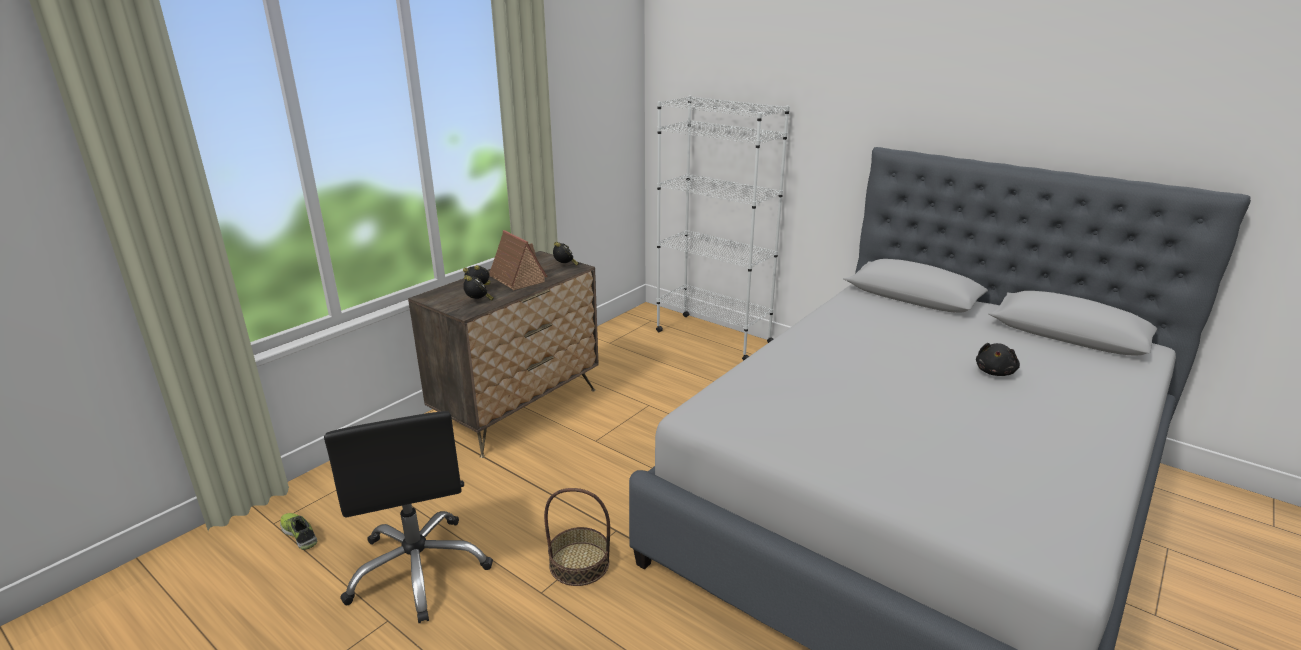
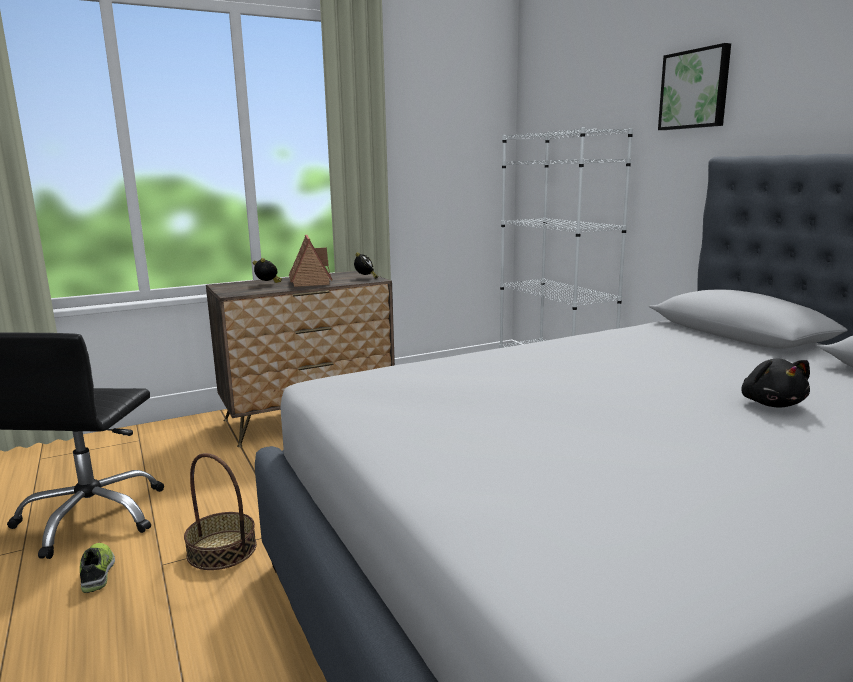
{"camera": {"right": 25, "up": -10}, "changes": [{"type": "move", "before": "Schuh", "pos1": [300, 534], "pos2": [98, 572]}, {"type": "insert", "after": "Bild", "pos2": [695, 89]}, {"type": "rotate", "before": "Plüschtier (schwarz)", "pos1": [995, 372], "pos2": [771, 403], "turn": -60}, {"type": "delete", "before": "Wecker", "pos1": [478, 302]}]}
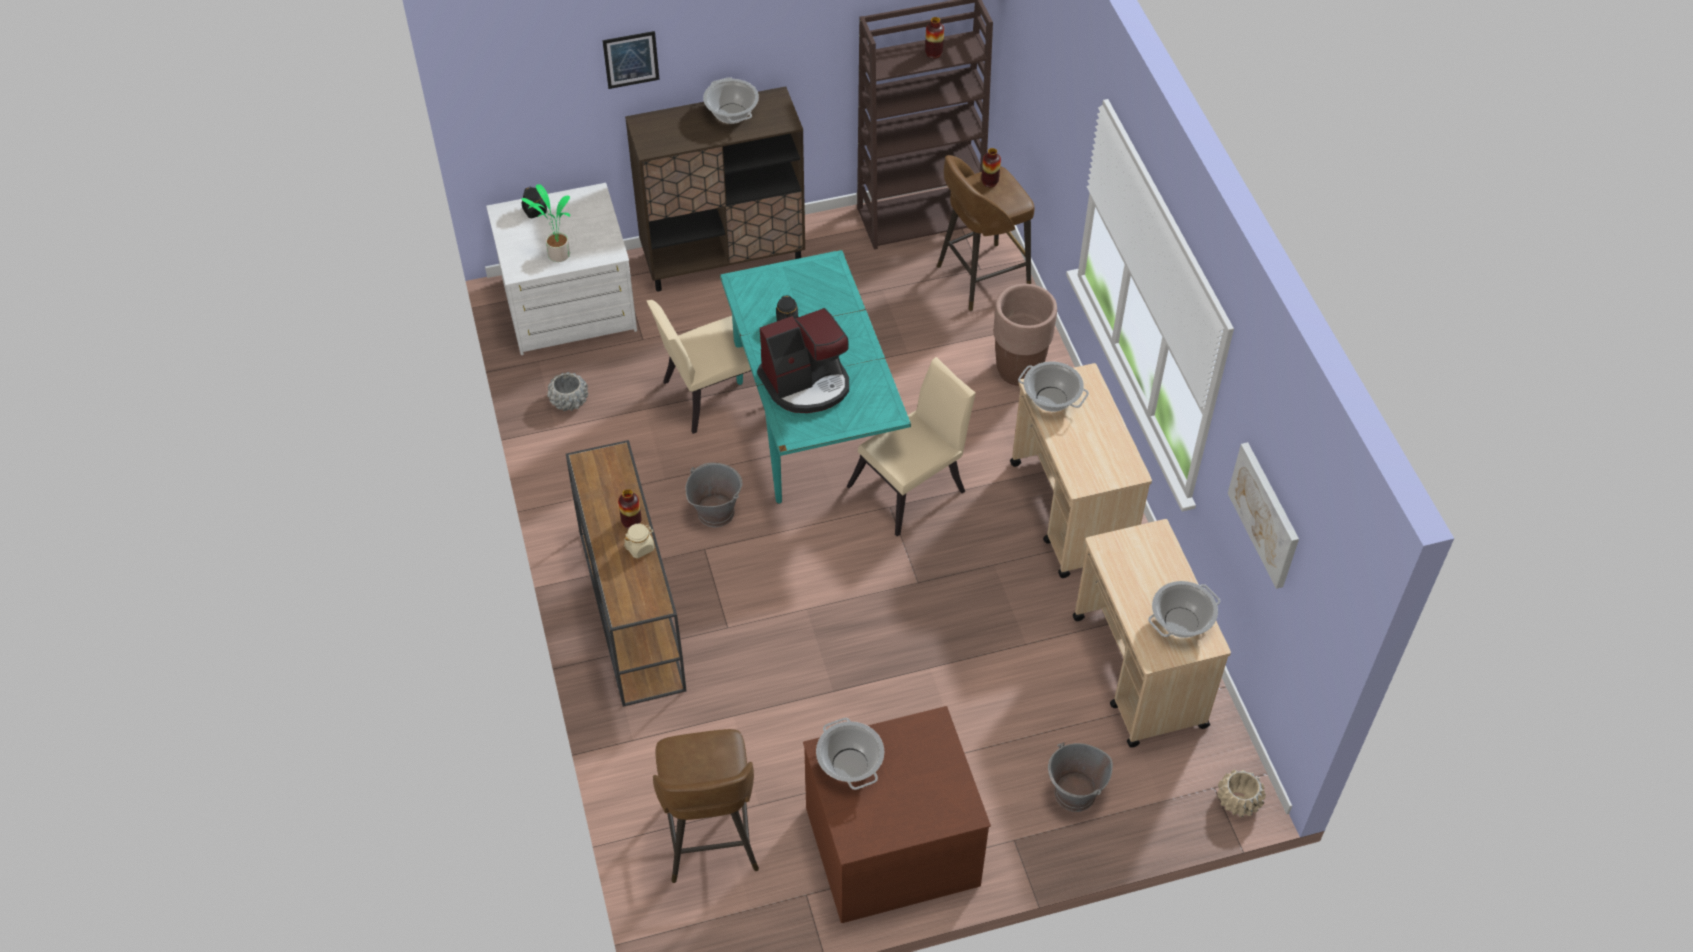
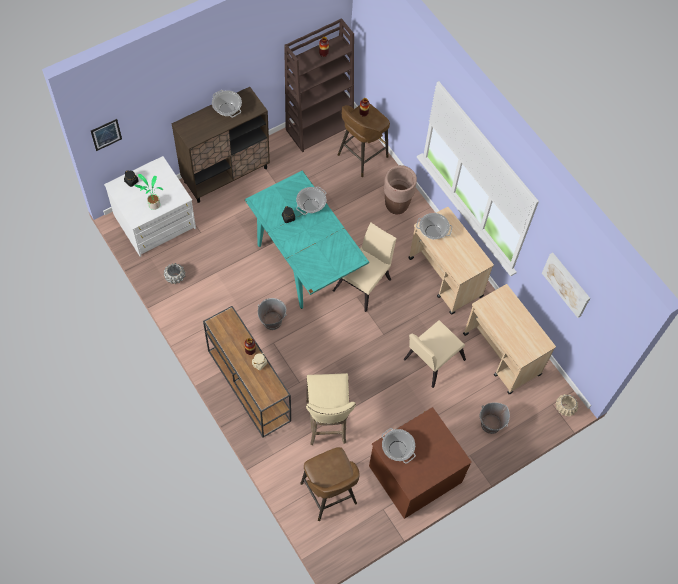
{"camera": {"right": -20, "up": 10}, "changes": [{"type": "move", "before": "Bild", "pos1": [631, 59], "pos2": [106, 134]}, {"type": "move", "before": "Kochtopf", "pos1": [1181, 622], "pos2": [311, 206]}, {"type": "insert", "after": "Hocker (beige)", "pos2": [327, 424]}, {"type": "move", "before": "Stuhl (beige)", "pos1": [709, 395], "pos2": [431, 361]}, {"type": "delete", "before": "Kaffeemaschine", "pos1": [807, 383]}]}
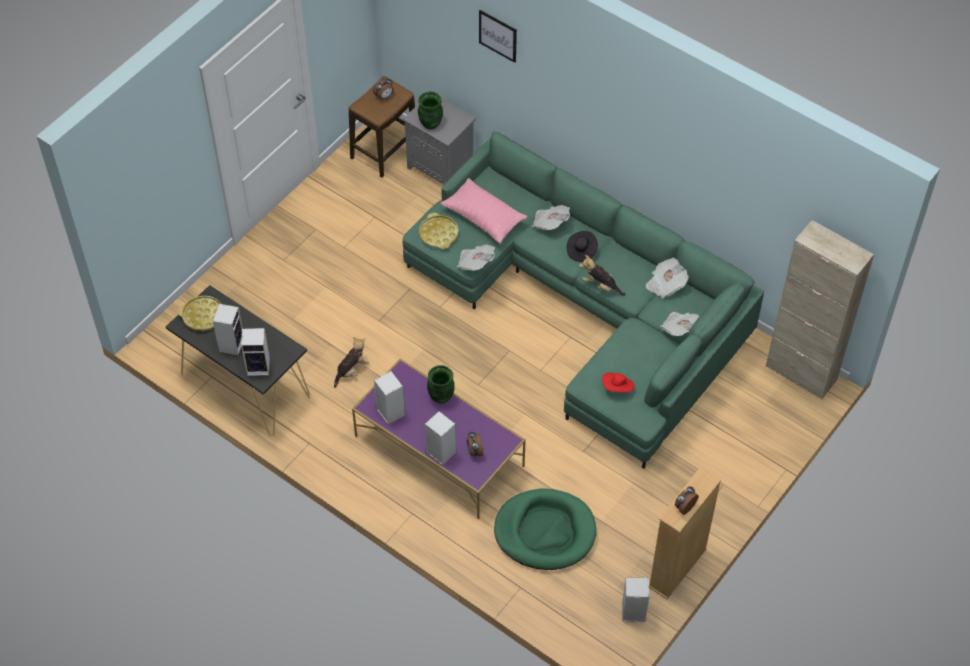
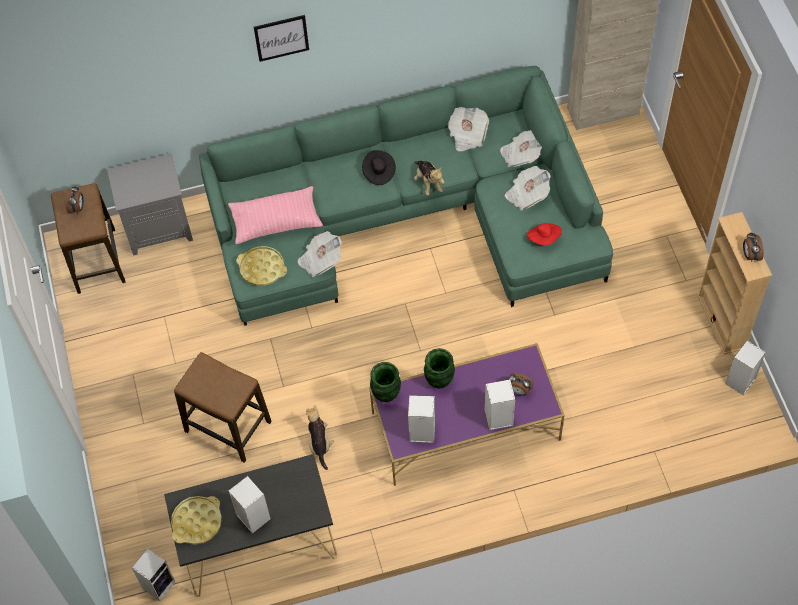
{"camera": {"right": -50, "up": 5}, "changes": [{"type": "move", "before": "Lautsprecher", "pos1": [259, 366], "pos2": [159, 584]}, {"type": "insert", "after": "Hocker", "pos2": [227, 427]}, {"type": "move", "before": "Bild", "pos1": [498, 35], "pos2": [281, 37]}, {"type": "move", "before": "Vase (grün)", "pos1": [430, 124], "pos2": [385, 394]}, {"type": "rotate", "before": "Plüschtier", "pos1": [600, 286], "pos2": [428, 182], "turn": -90}, {"type": "move", "before": "Zeitung", "pos1": [550, 223], "pos2": [527, 194]}, {"type": "delete", "before": "Hundebett (grün)", "pos1": [545, 531]}]}
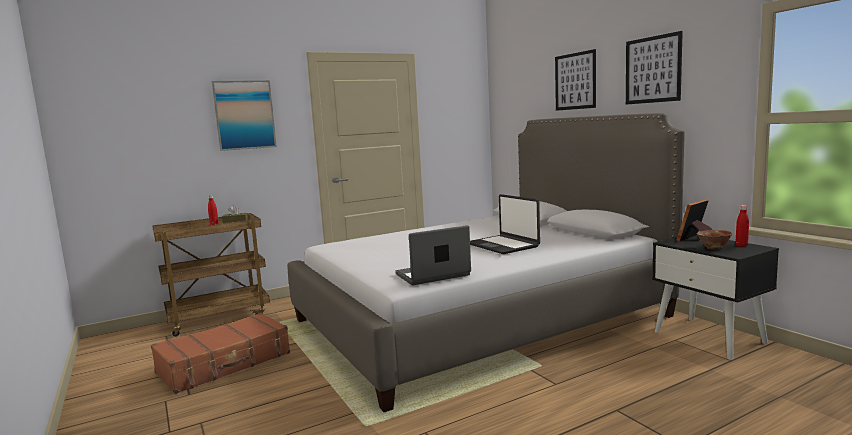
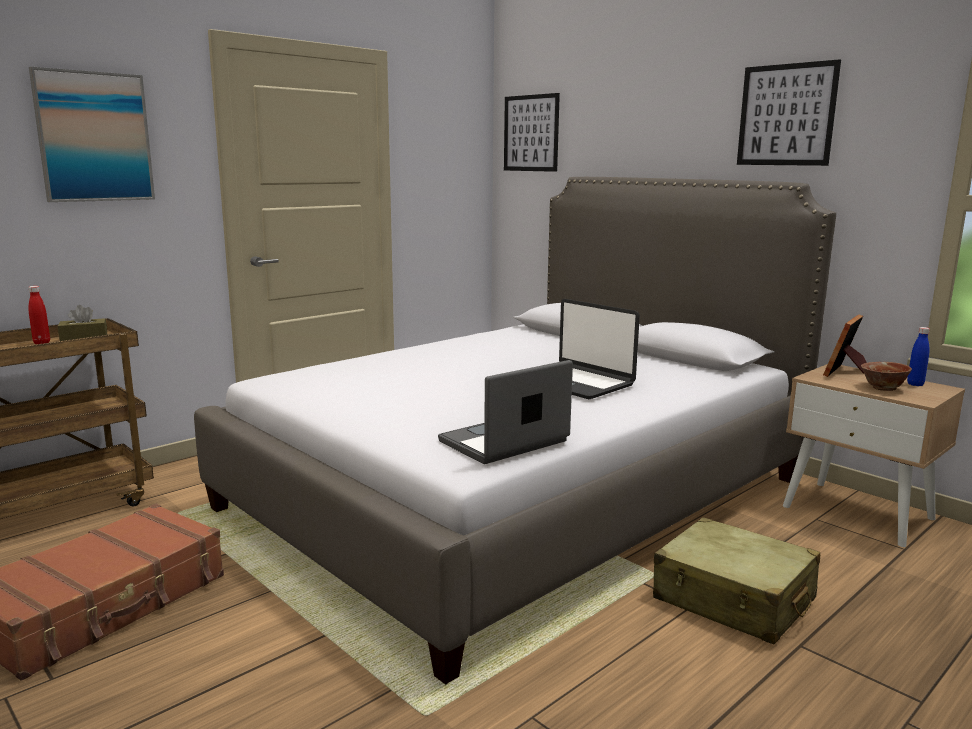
{"camera": {"right": -15, "up": 5}, "changes": [{"type": "move", "before": "Bild", "pos1": [575, 81], "pos2": [531, 133]}, {"type": "insert", "after": "Koffer (beige)", "pos2": [733, 599]}, {"type": "recolor", "before": "Nachttisch (schwarz)", "after": "Nachttisch (beige)", "pos1": [709, 337], "pos2": [858, 512]}, {"type": "recolor", "before": "Flasche (rot)", "after": "Flasche (blau)", "pos1": [741, 245], "pos2": [915, 384]}]}
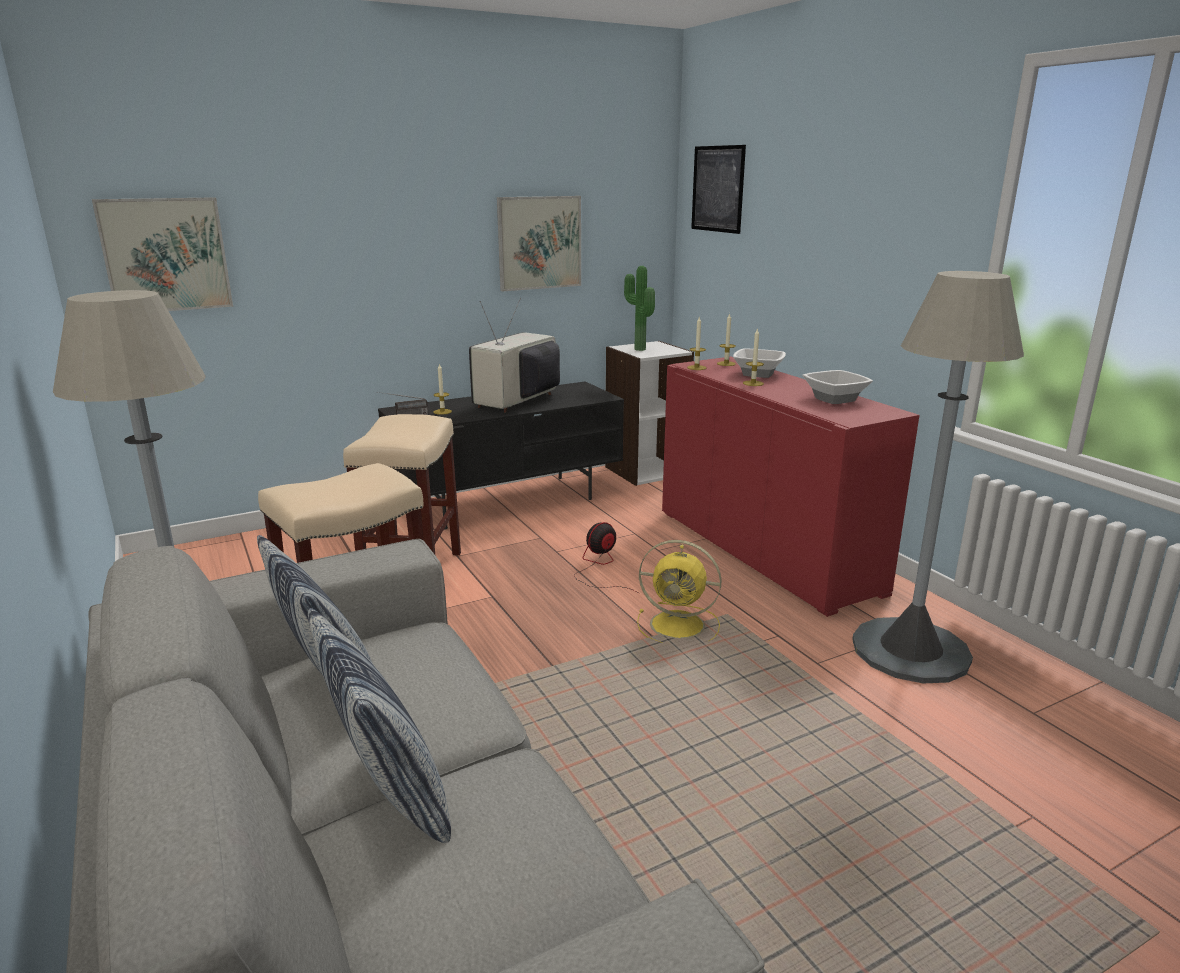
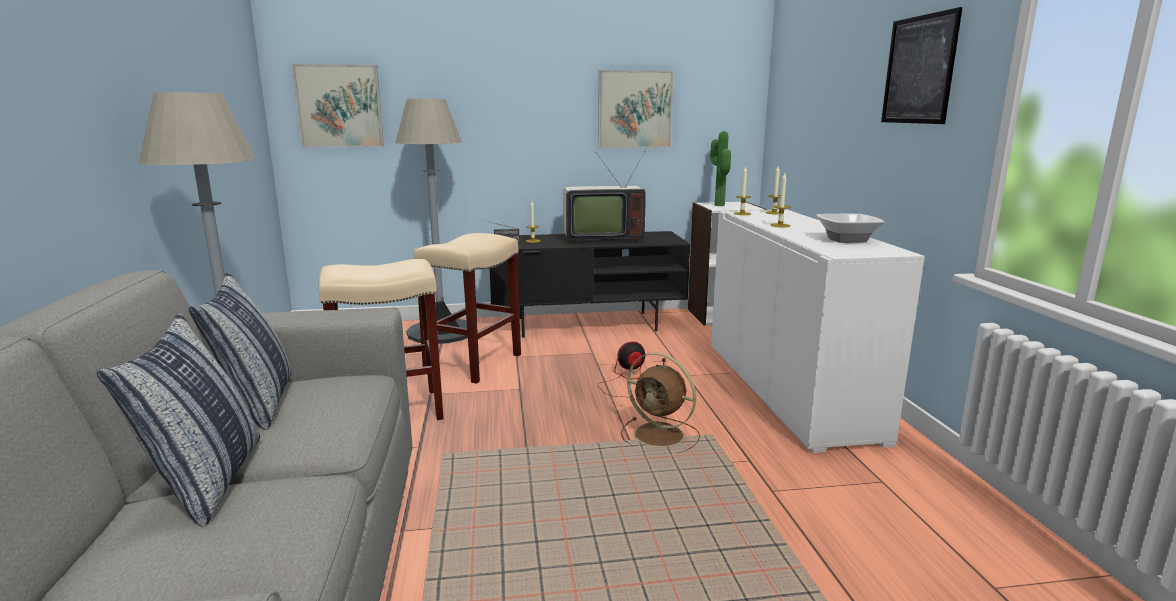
{"camera": {"right": 20, "up": -5}, "changes": [{"type": "move", "before": "Stehlampe (grau)", "pos1": [910, 650], "pos2": [441, 332]}, {"type": "rotate", "before": "Fernseher", "pos1": [520, 401], "pos2": [601, 239], "turn": -150}, {"type": "recolor", "before": "Ventilator (gelb)", "after": "Ventilator (braun)", "pos1": [680, 625], "pos2": [661, 436]}, {"type": "recolor", "before": "Schrank (rot)", "after": "Schrank (weiß)", "pos1": [764, 550], "pos2": [788, 389]}, {"type": "move", "before": "Bild", "pos1": [717, 189], "pos2": [919, 70]}, {"type": "delete", "before": "Schüssel", "pos1": [758, 374]}]}
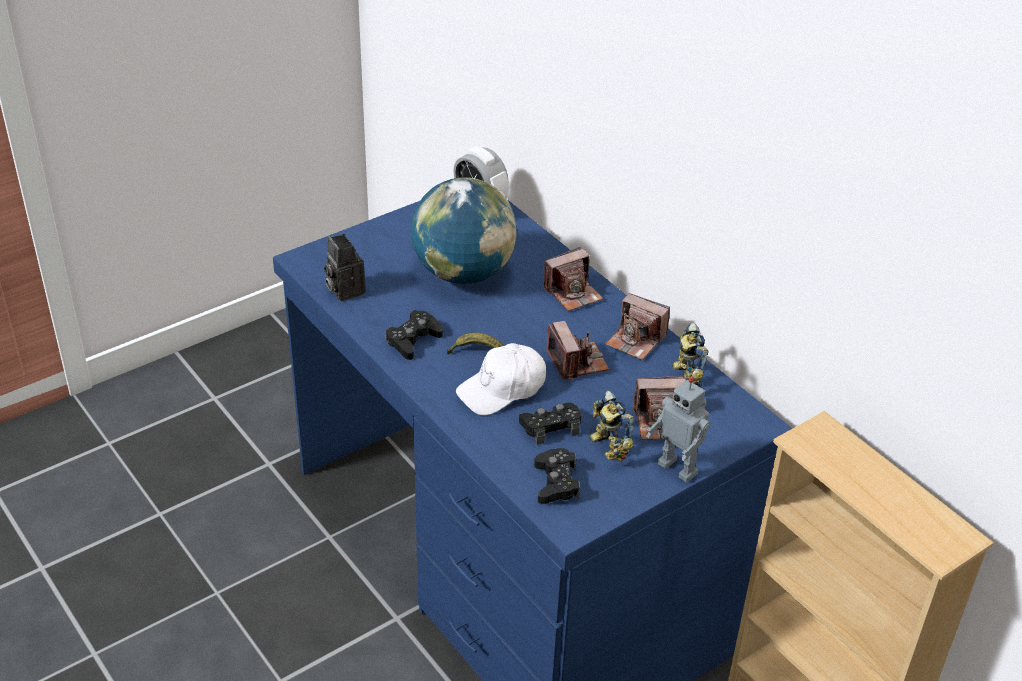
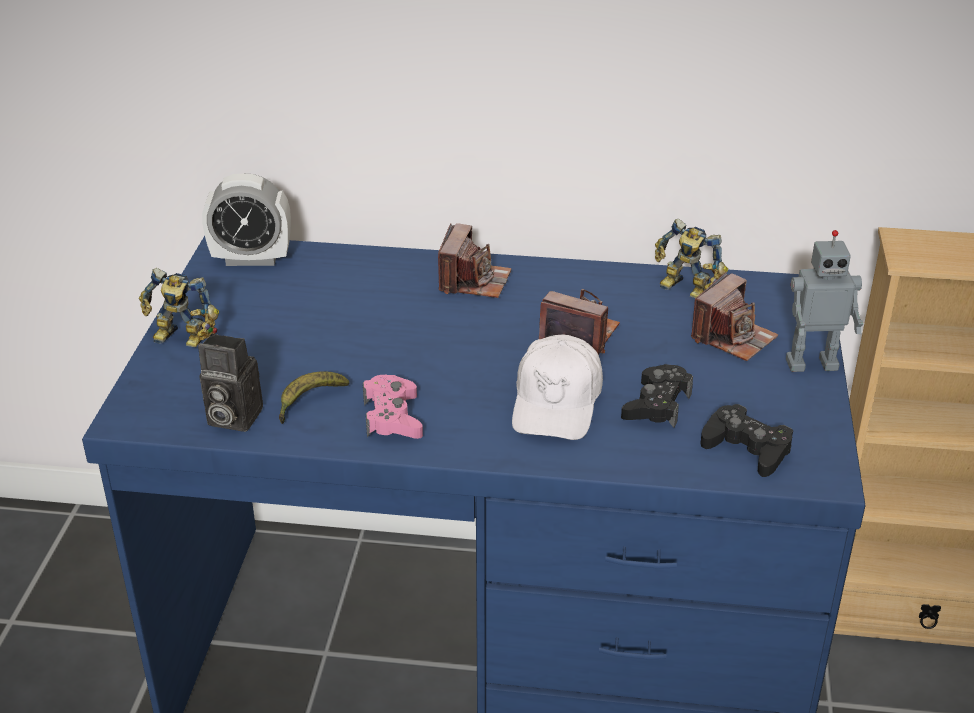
{"camera": {"right": -45, "up": -5}, "changes": [{"type": "move", "before": "Spielzeugroboter", "pos1": [606, 448], "pos2": [181, 340]}, {"type": "move", "before": "Banane", "pos1": [476, 351], "pos2": [309, 402]}, {"type": "recolor", "before": "Gamepad (schwarz)", "after": "Gamepad (rosa)", "pos1": [413, 340], "pos2": [392, 417]}, {"type": "delete", "before": "Globus", "pos1": [463, 273]}, {"type": "delete", "before": "Kamera", "pos1": [636, 340]}]}
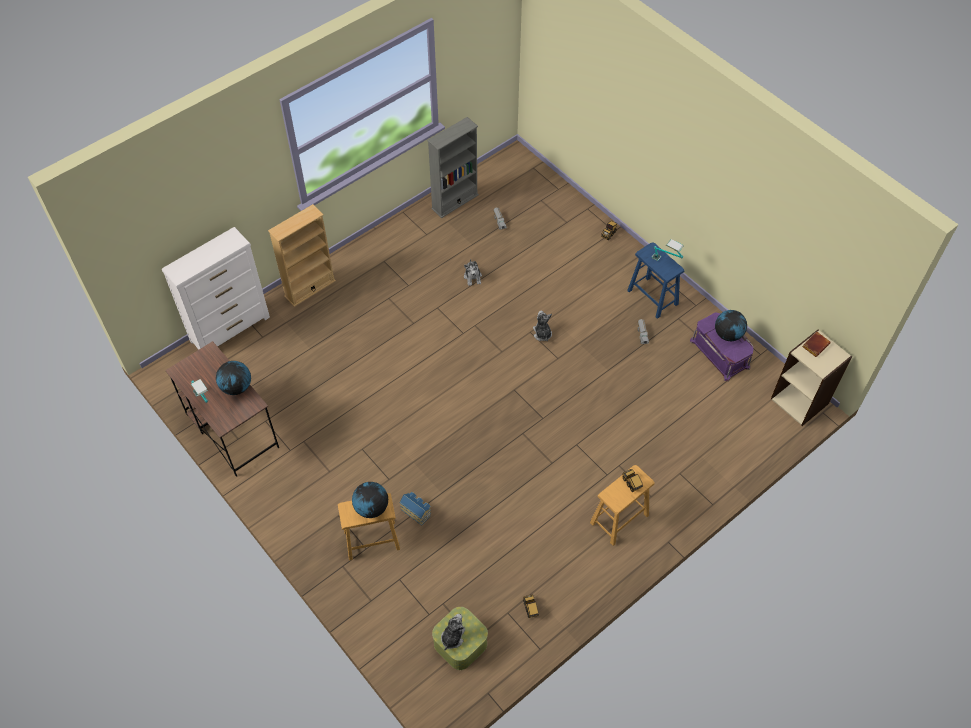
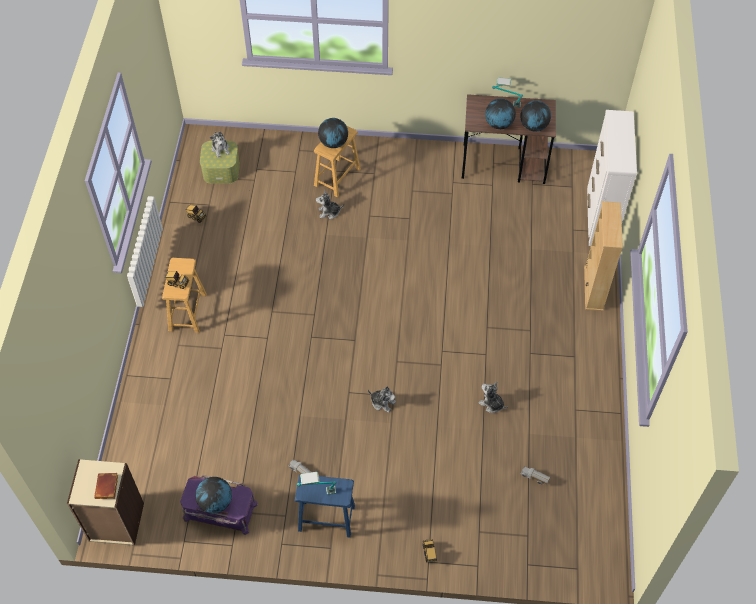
{"camera": {"right": 135, "up": 0}, "changes": [{"type": "replace", "before": "Spielzeughaus", "after": "Plüschtier", "pos1": [416, 511], "pos2": [329, 212]}, {"type": "insert", "after": "Globus", "pos2": [534, 126]}, {"type": "delete", "before": "Bücherregal (grau)", "pos1": [455, 202]}]}
